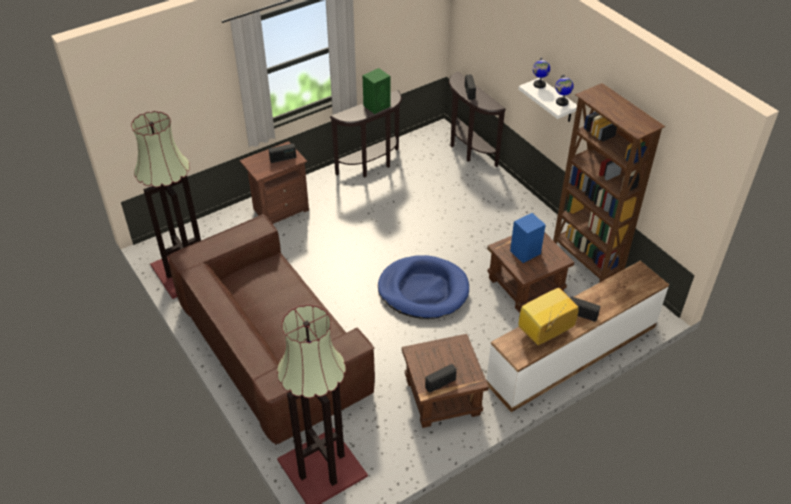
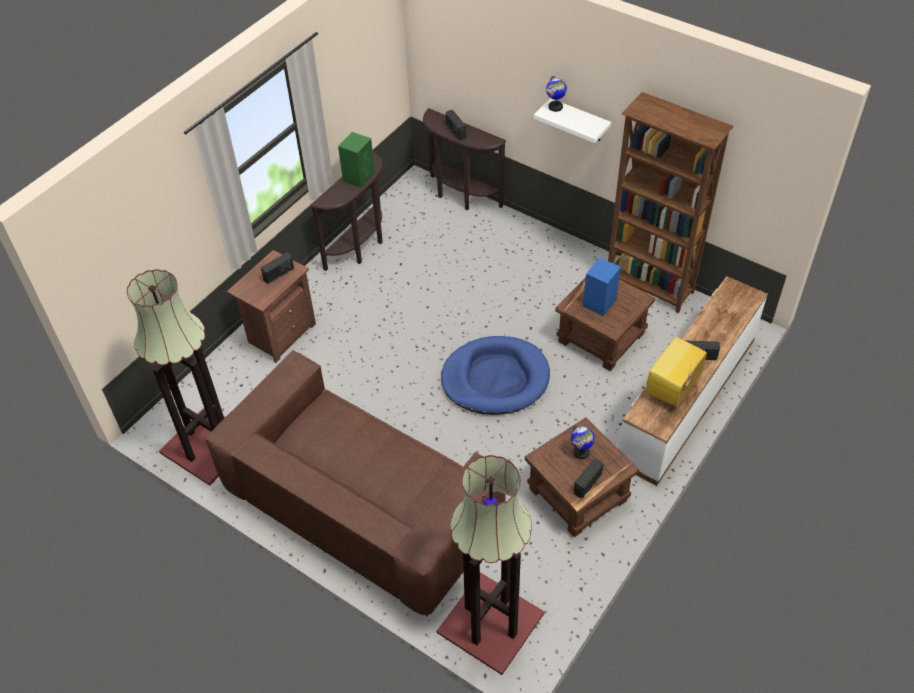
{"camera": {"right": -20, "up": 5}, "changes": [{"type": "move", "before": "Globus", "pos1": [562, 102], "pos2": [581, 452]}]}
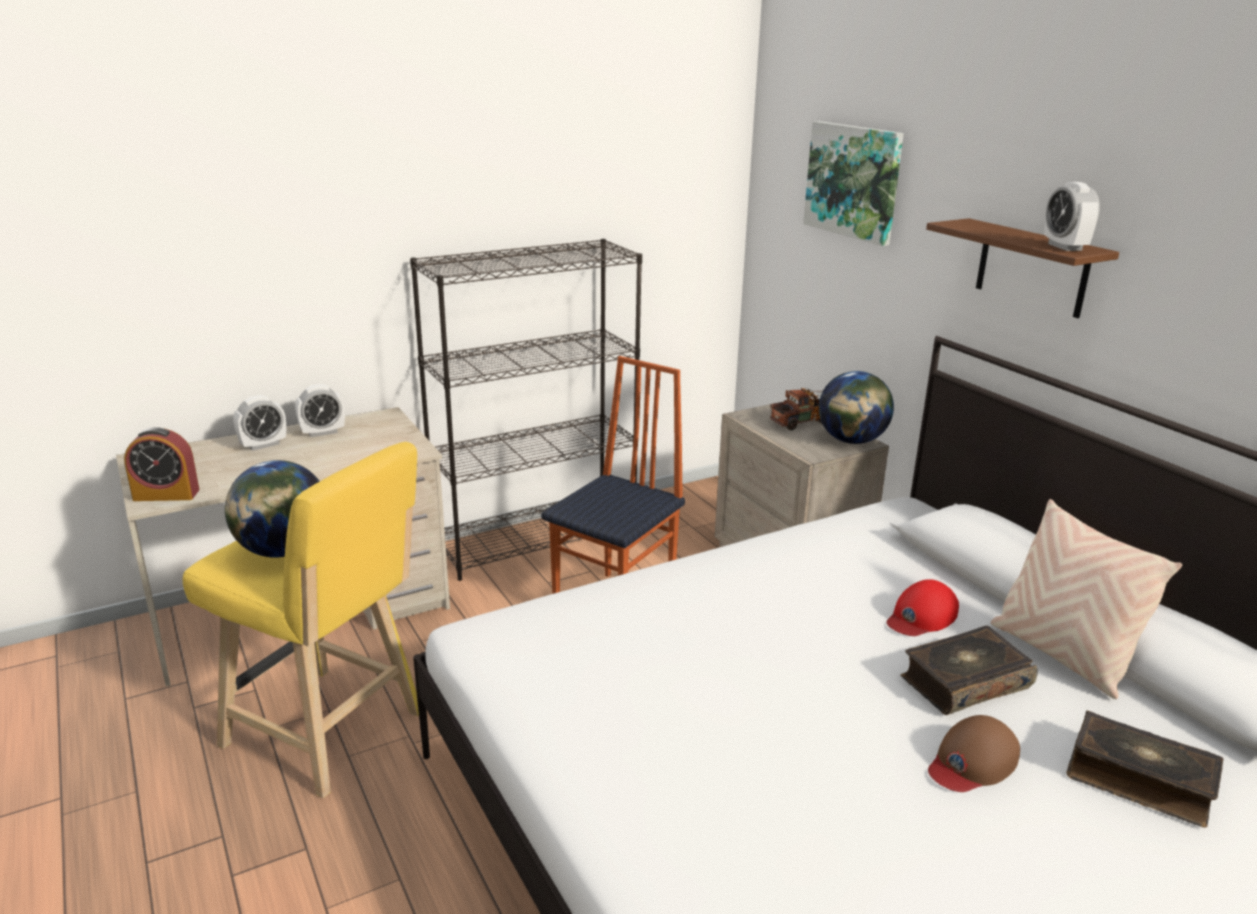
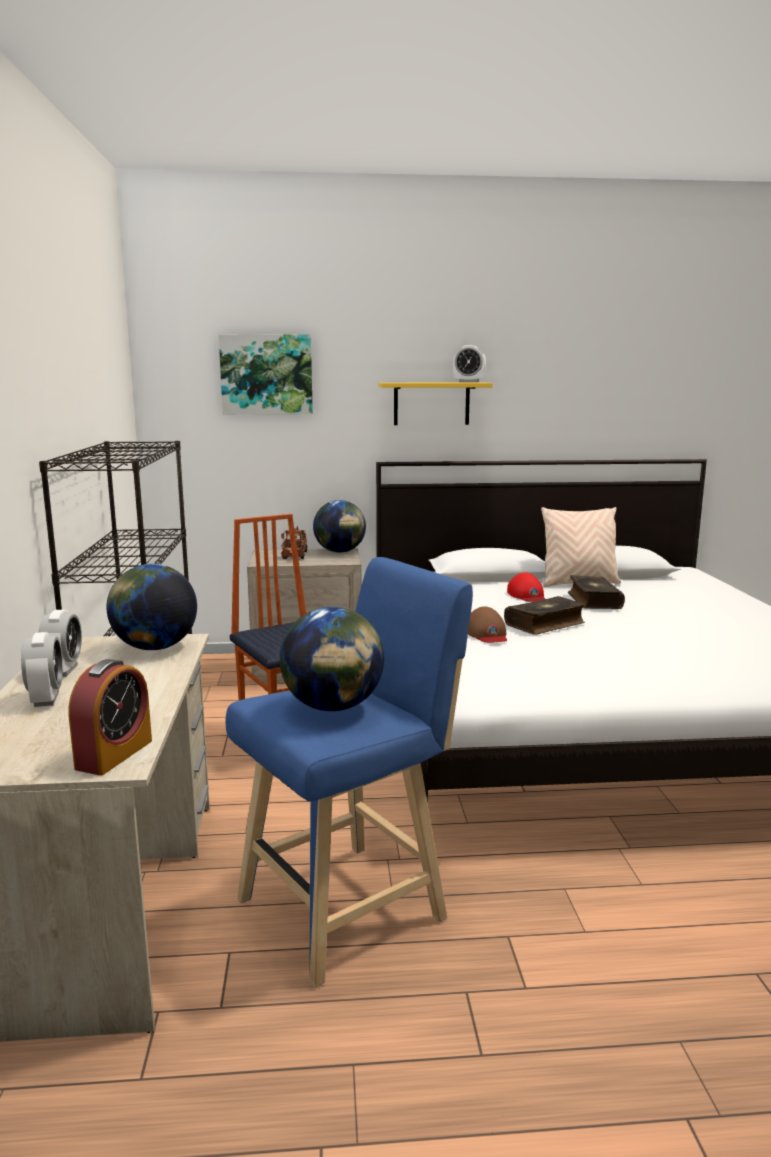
{"camera": {"right": -65, "up": -10}, "changes": [{"type": "insert", "after": "Globus", "pos2": [155, 647]}, {"type": "recolor", "before": "Hocker (gelb)", "after": "Hocker (blau)", "pos1": [331, 733], "pos2": [351, 904]}, {"type": "recolor", "before": "Wandregal (braun)", "after": "Wandregal (gelb)", "pos1": [1032, 268], "pos2": [431, 403]}, {"type": "move", "before": "Kappe (braun)", "pos1": [972, 762], "pos2": [486, 633]}, {"type": "move", "before": "Buch", "pos1": [1138, 780], "pos2": [545, 624]}]}
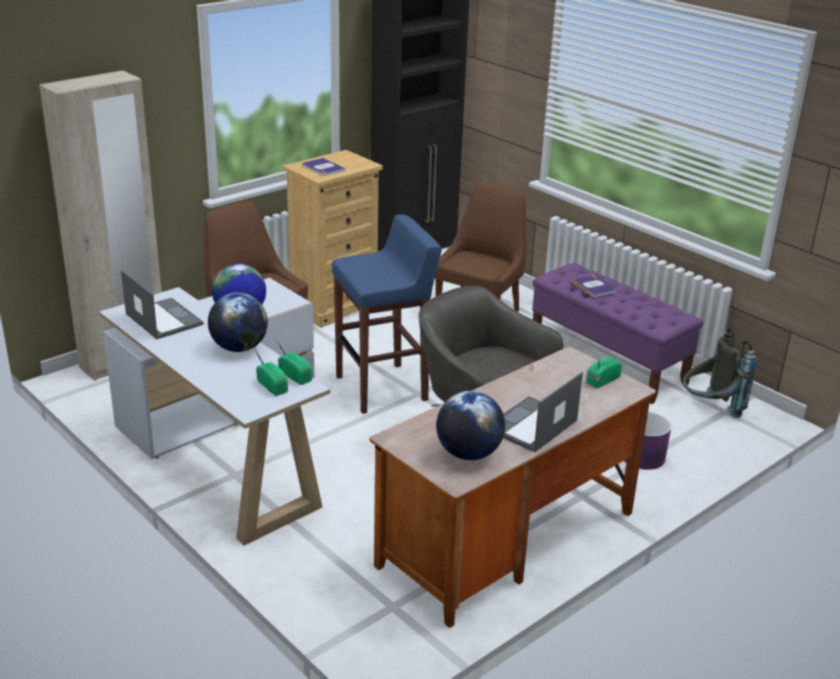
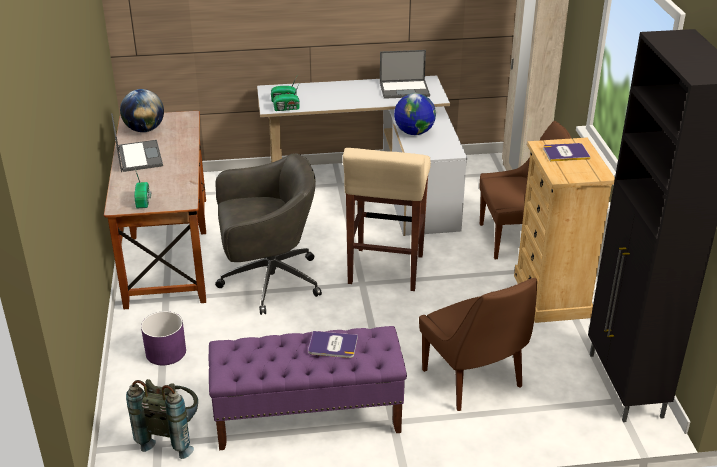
{"camera": {"right": 125, "up": 5}, "changes": [{"type": "recolor", "before": "Hocker (blau)", "after": "Hocker (beige)", "pos1": [383, 388], "pos2": [385, 270]}, {"type": "delete", "before": "Globus", "pos1": [239, 348]}]}
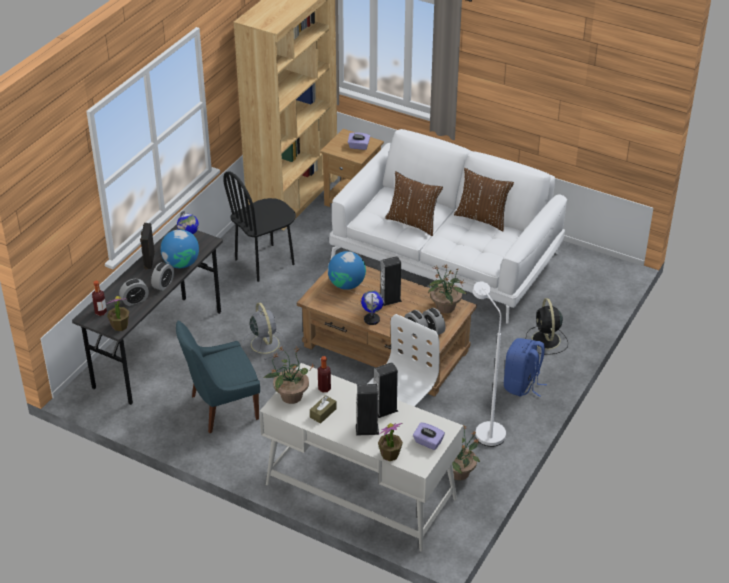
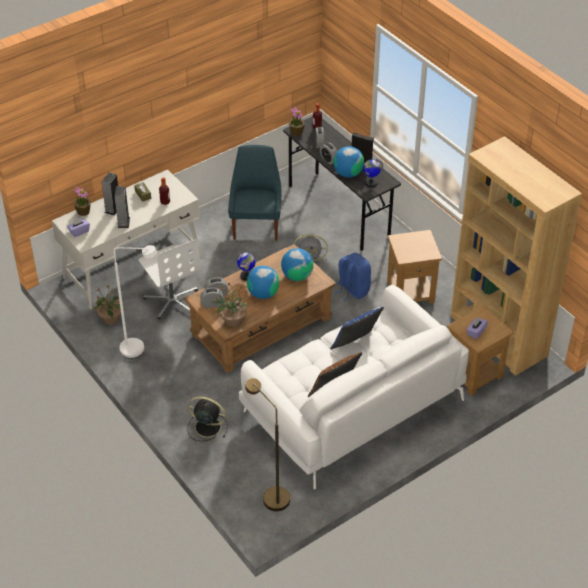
{"camera": {"right": 115, "up": 5}, "changes": [{"type": "insert", "after": "Stehlampe (braun)", "pos2": [271, 495]}, {"type": "replace", "before": "Lautsprecher", "after": "Globus", "pos1": [390, 299], "pos2": [263, 293]}, {"type": "recolor", "before": "Kissen (braun)", "after": "Kissen (blau)", "pos1": [413, 222], "pos2": [356, 343]}, {"type": "move", "before": "Rucksack (blau)", "pos1": [522, 385], "pos2": [352, 290]}, {"type": "replace", "before": "Stuhl (schwarz)", "after": "Beistelltisch (braun)", "pos1": [265, 262], "pos2": [411, 291]}, {"type": "delete", "before": "Topfpflanze", "pos1": [290, 396]}]}
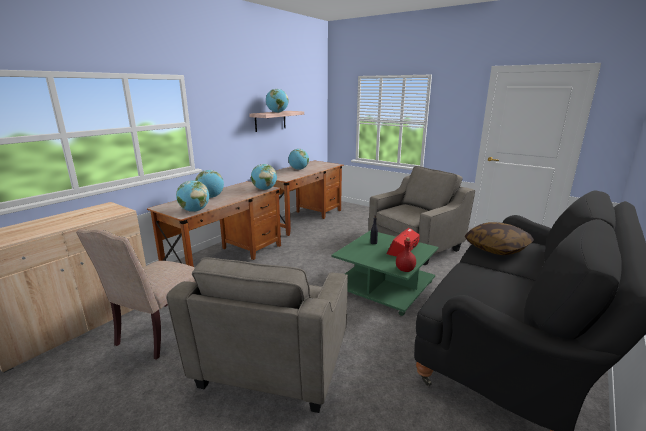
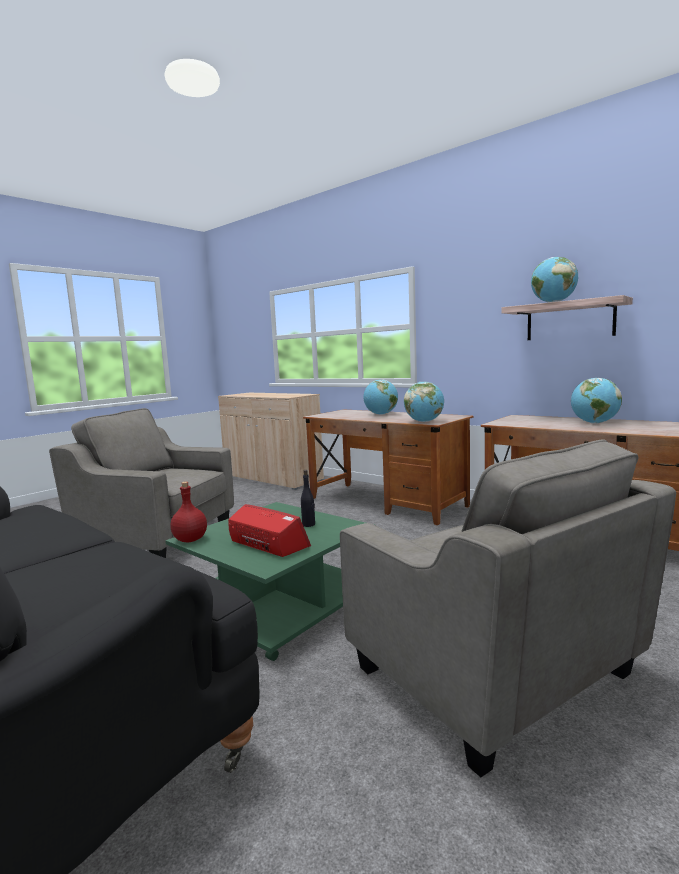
{"camera": {"right": 95, "up": -10}, "changes": [{"type": "delete", "before": "Stuhl (beige)", "pos1": [160, 332]}, {"type": "delete", "before": "Globus", "pos1": [194, 211]}, {"type": "delete", "before": "Kissen", "pos1": [496, 248]}]}
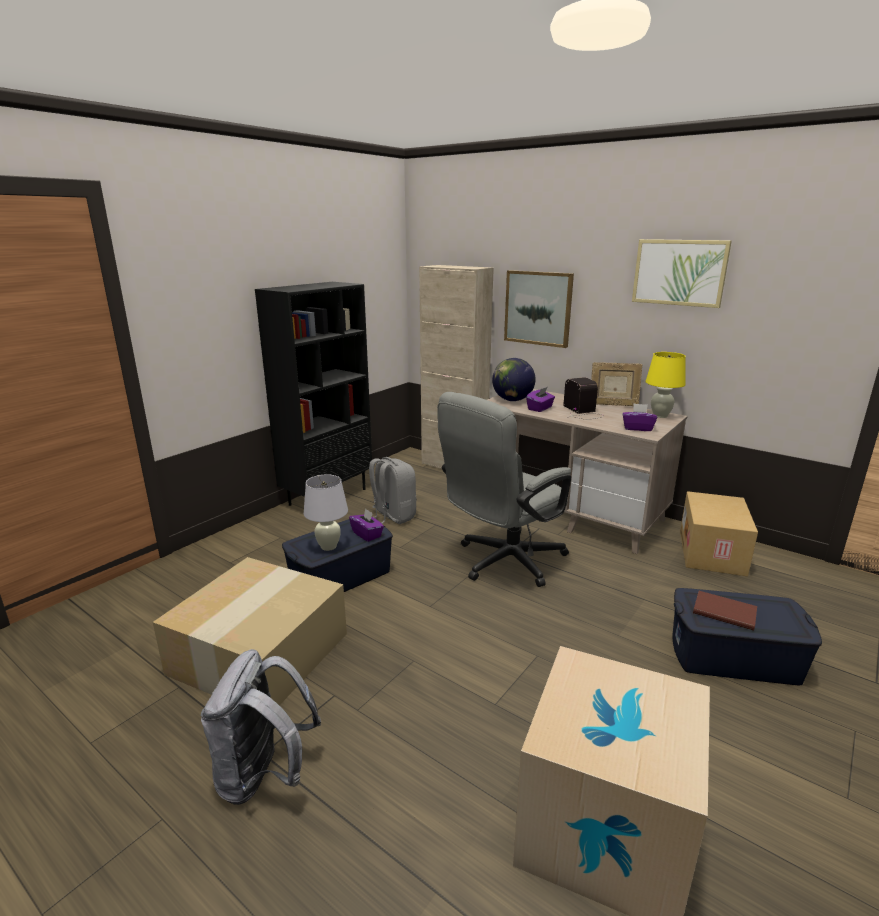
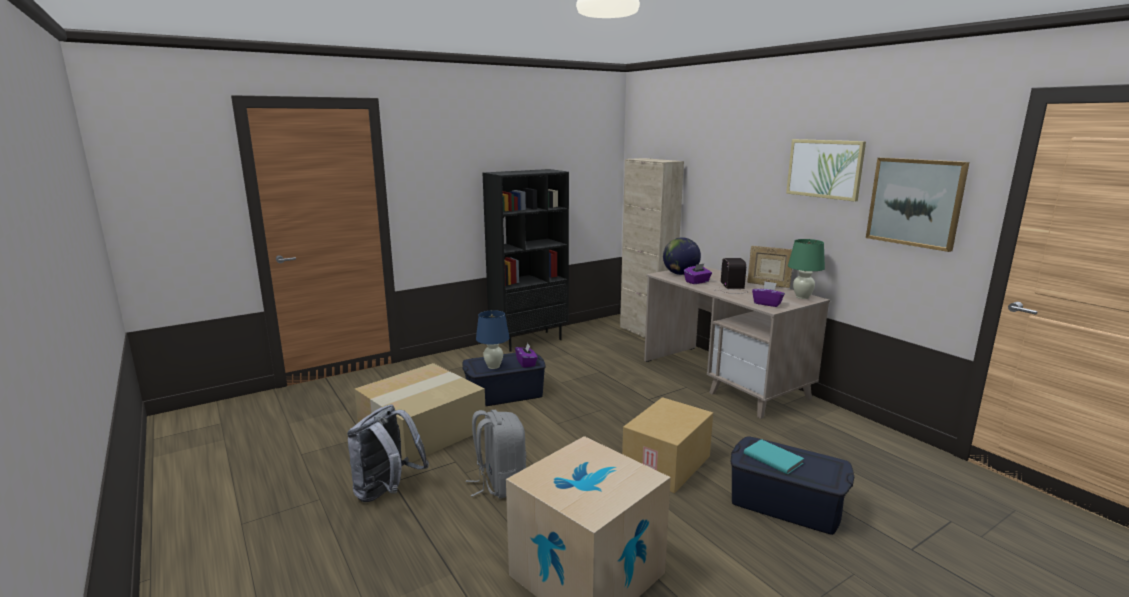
{"camera": {"right": 20, "up": -5}, "changes": [{"type": "move", "before": "Rucksack (grau)", "pos1": [392, 516], "pos2": [499, 484]}, {"type": "recolor", "before": "Tischlampe (weiß)", "after": "Tischlampe (blau)", "pos1": [329, 546], "pos2": [493, 366]}, {"type": "move", "before": "Karton", "pos1": [713, 553], "pos2": [667, 465]}, {"type": "recolor", "before": "Buch (braun)", "after": "Buch (türkis)", "pos1": [723, 611], "pos2": [773, 458]}, {"type": "recolor", "before": "Tischlampe (gelb)", "after": "Tischlampe (grün)", "pos1": [660, 416], "pos2": [802, 297]}, {"type": "move", "before": "Bild", "pos1": [538, 308], "pos2": [915, 202]}, {"type": "delete", "before": "Bürostuhl (grau)", "pos1": [503, 562]}]}
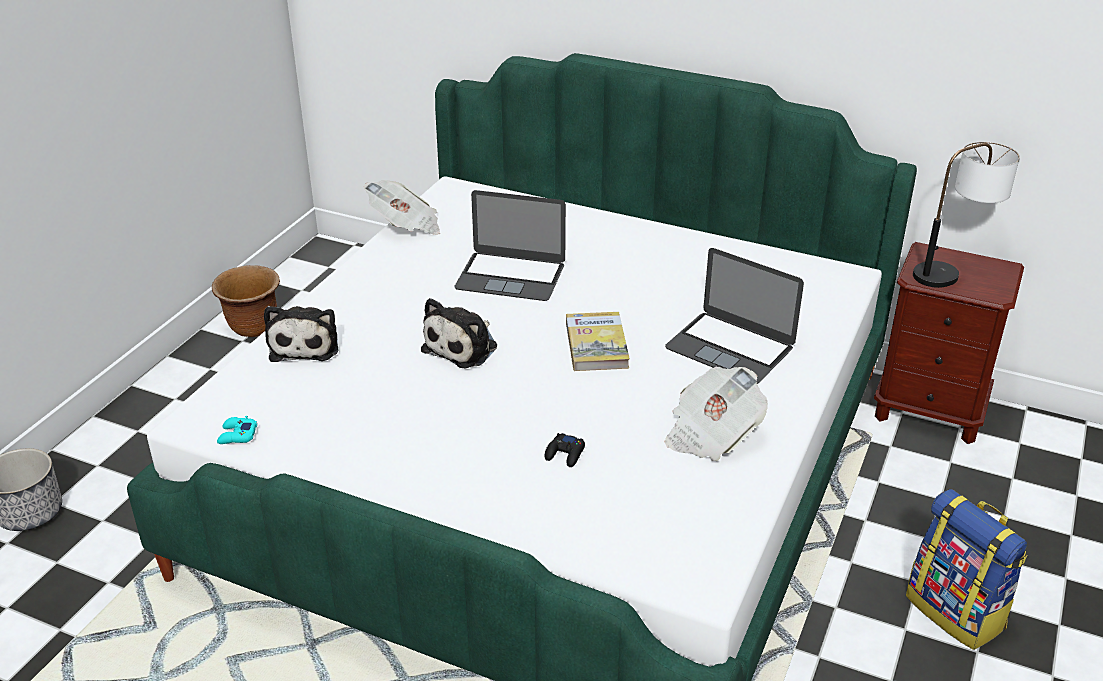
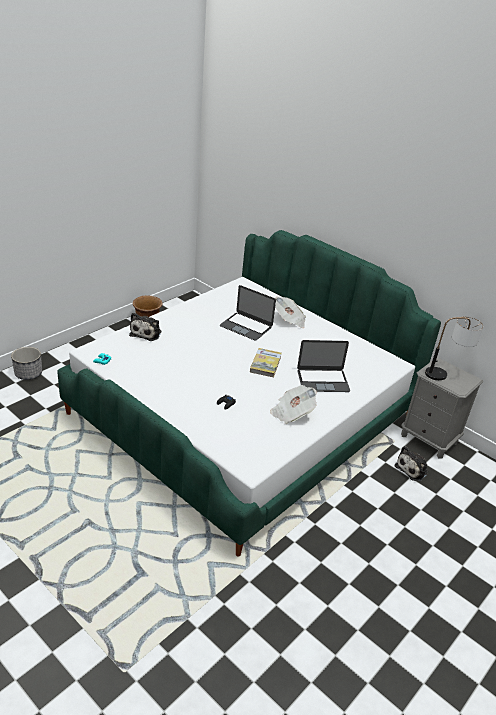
{"camera": {"right": 15, "up": 0}, "changes": [{"type": "move", "before": "Zeitung", "pos1": [406, 226], "pos2": [290, 320]}, {"type": "rotate", "before": "Laptop", "pos1": [730, 347], "pos2": [323, 380], "turn": -60}, {"type": "move", "before": "Plüschtier", "pos1": [463, 347], "pos2": [413, 469]}, {"type": "recolor", "before": "Nachttisch (braun)", "after": "Nachttisch (grau)", "pos1": [929, 411], "pos2": [429, 439]}, {"type": "delete", "before": "Rucksack", "pos1": [956, 612]}]}
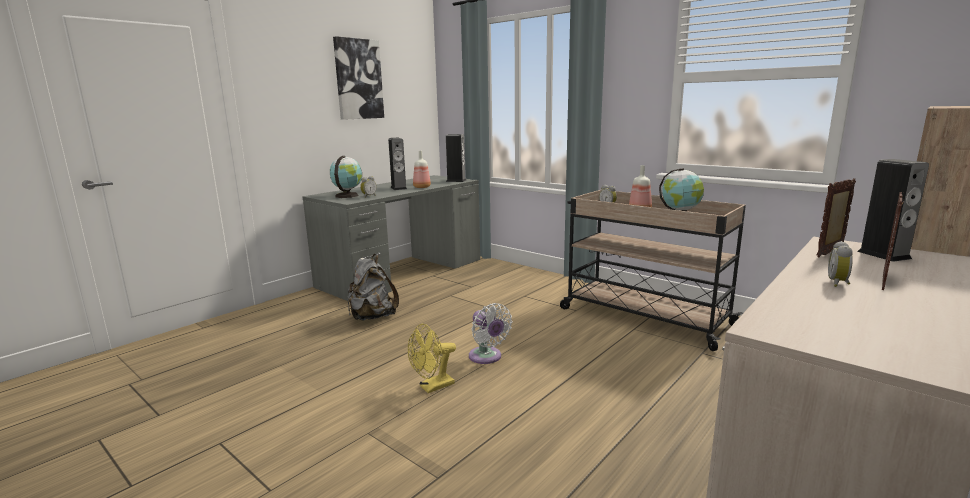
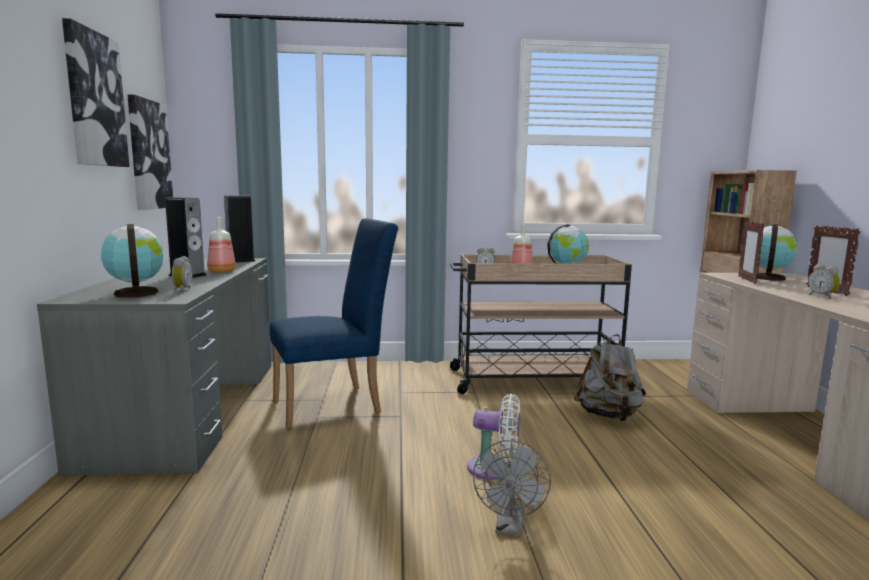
{"camera": {"right": -45, "up": -5}, "changes": [{"type": "insert", "after": "Bild", "pos2": [148, 155]}, {"type": "insert", "after": "Stuhl (blau)", "pos2": [335, 404]}, {"type": "recolor", "before": "Ventilator (gelb)", "after": "Ventilator (grau)", "pos1": [432, 387], "pos2": [510, 527]}, {"type": "move", "before": "Rucksack (grau)", "pos1": [372, 317], "pos2": [608, 416]}, {"type": "replace", "before": "Lautsprecher", "after": "Globus", "pos1": [883, 255], "pos2": [767, 277]}]}
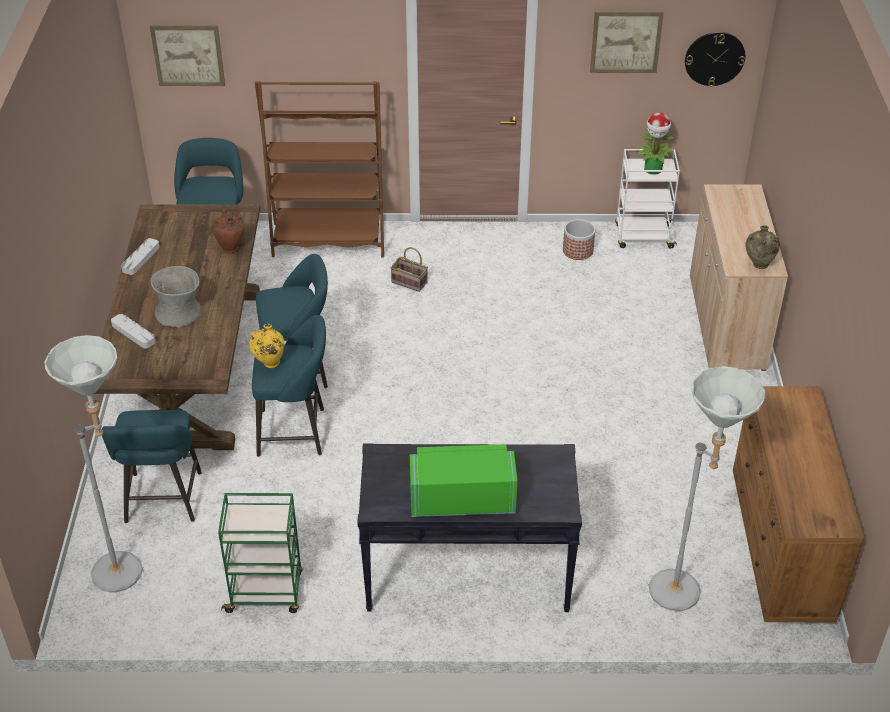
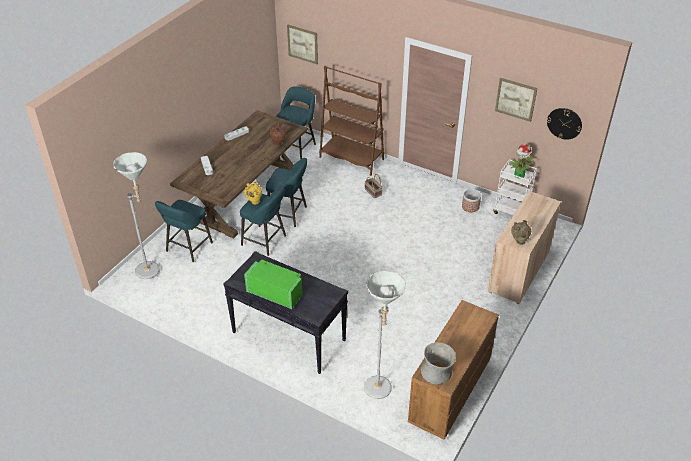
{"camera": {"right": 30, "up": 0}, "changes": [{"type": "move", "before": "Vase (grau)", "pos1": [180, 313], "pos2": [437, 372]}, {"type": "delete", "before": "Rollwagen (grün)", "pos1": [266, 592]}]}
